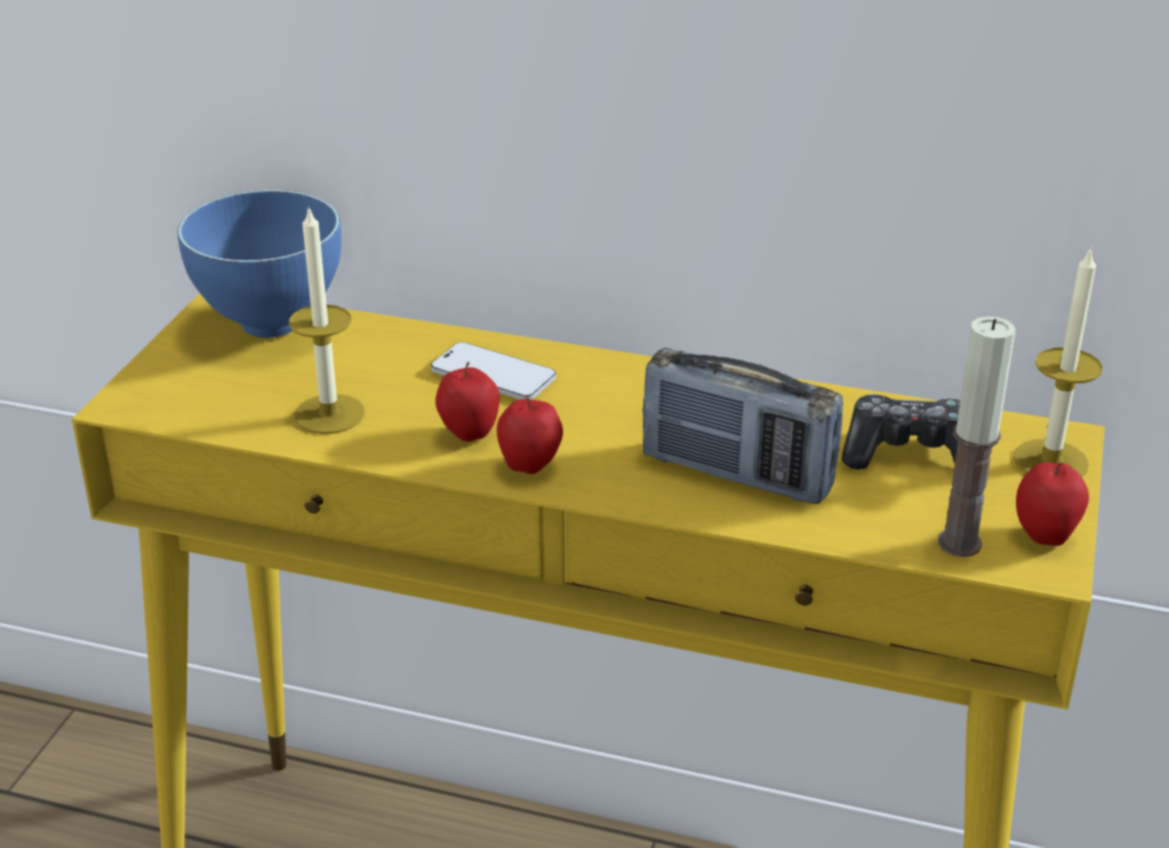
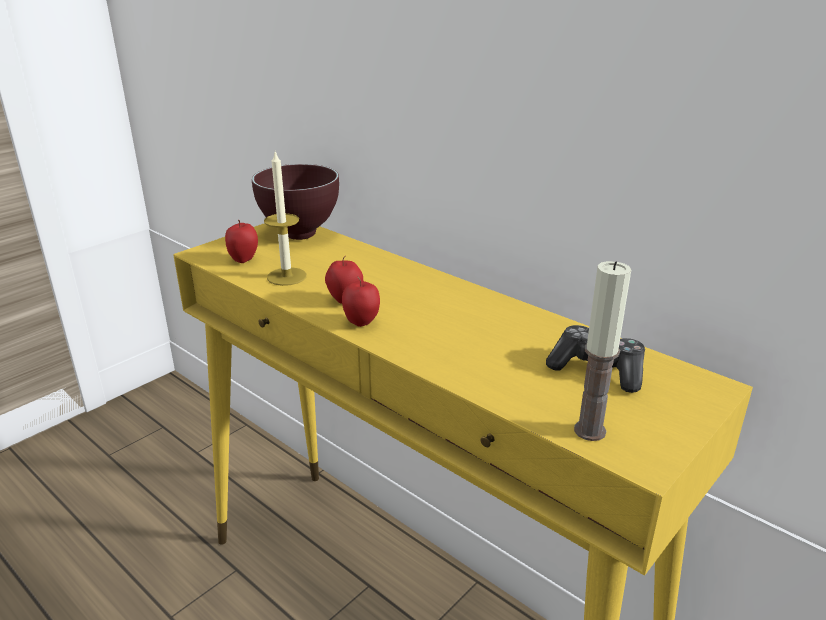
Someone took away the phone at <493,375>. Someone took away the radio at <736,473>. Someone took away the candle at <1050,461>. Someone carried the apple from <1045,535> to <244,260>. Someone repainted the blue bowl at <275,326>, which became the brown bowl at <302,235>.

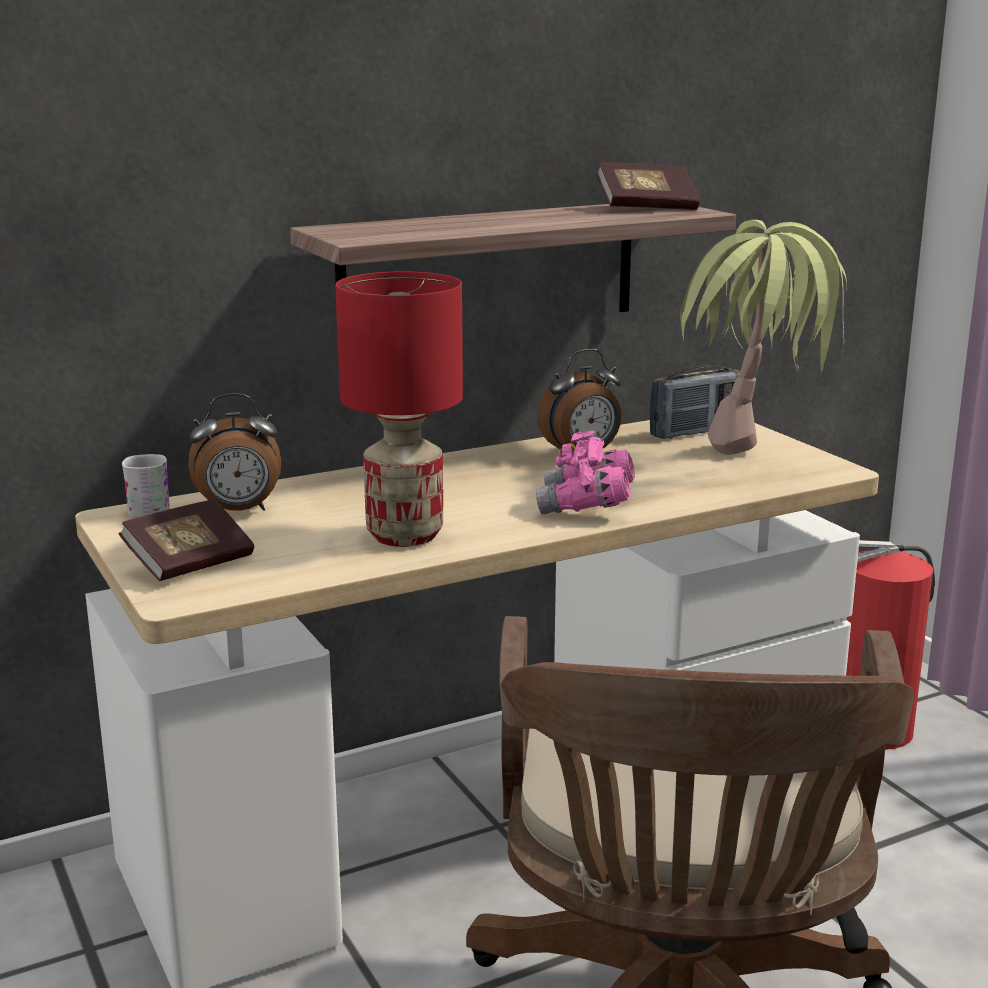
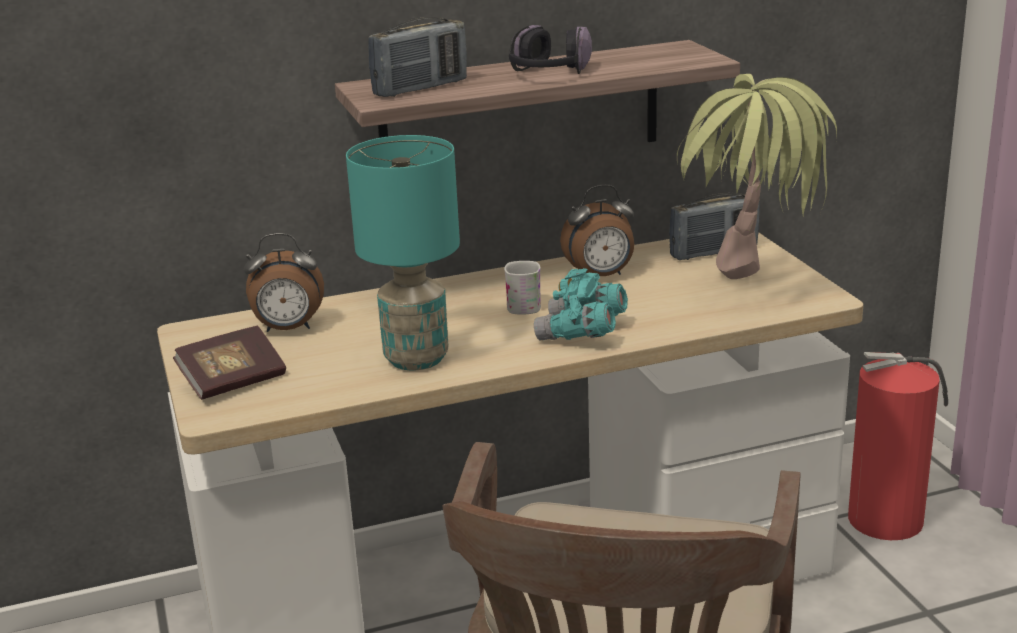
Someone took away the book at <646,208>. Someone put down the radio at <420,88>. Someone put down the headphones at <548,73>. Someone carried the white mug from <149,508> to <523,305>. Someone repainted the red table lamp at <404,535>, which became the turquoise table lamp at <416,358>. Someone repainted the pink binoculars at <586,507>, which became the turquoise binoculars at <582,334>.

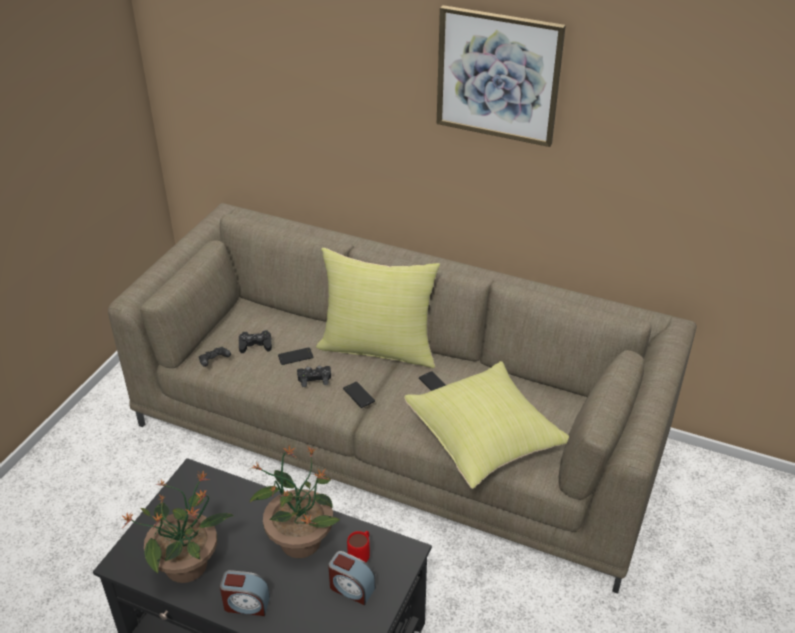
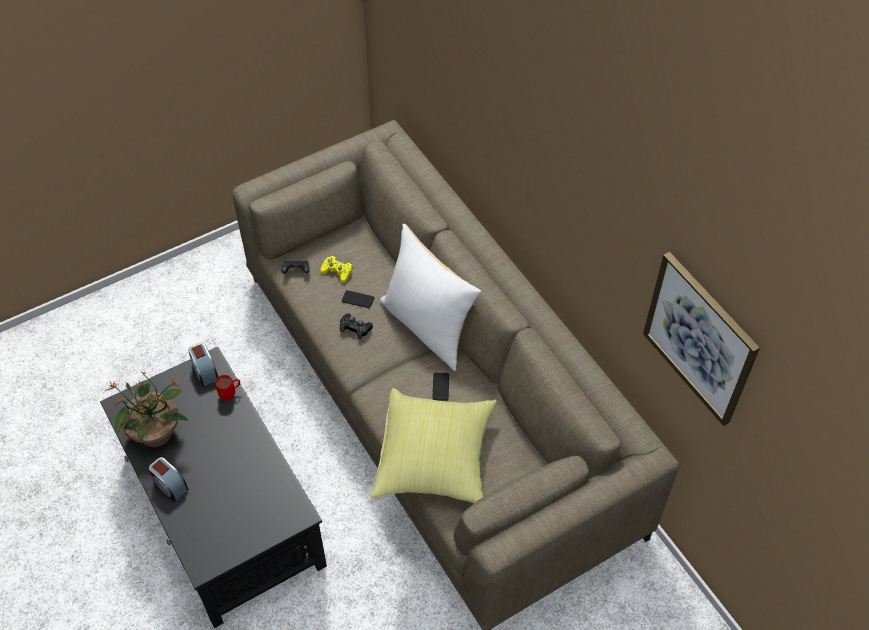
Someone took away the potted plant at <300,540>. Someone took away the phone at <358,395>. Someone carried the alarm clock from <351,588> to <205,371>. Someone carried the red mug from <361,556> to <231,394>. Someone carried the picture from <498,75> to <700,338>. Someone repainted the black game controller at <255,345>, which became the yellow game controller at <337,271>. Someone repainted the yellow pillow at <378,348>, which became the white pillow at <428,326>.

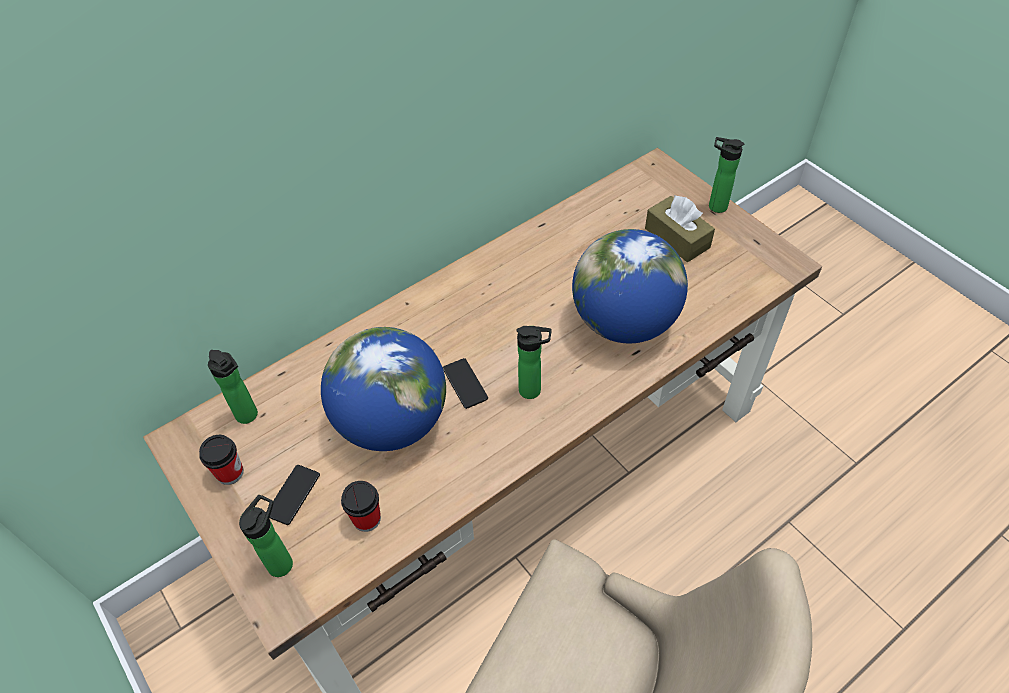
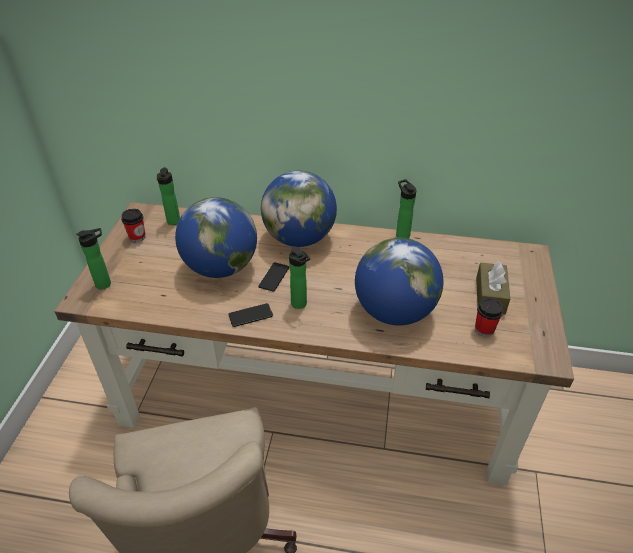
Someone put down the globe at <299,238>. Someone carried the phone from <293,495> to <250,315>. Someone carried the cup from <367,519> to <484,329>. Someone carried the bottle from <714,206> to <401,235>.

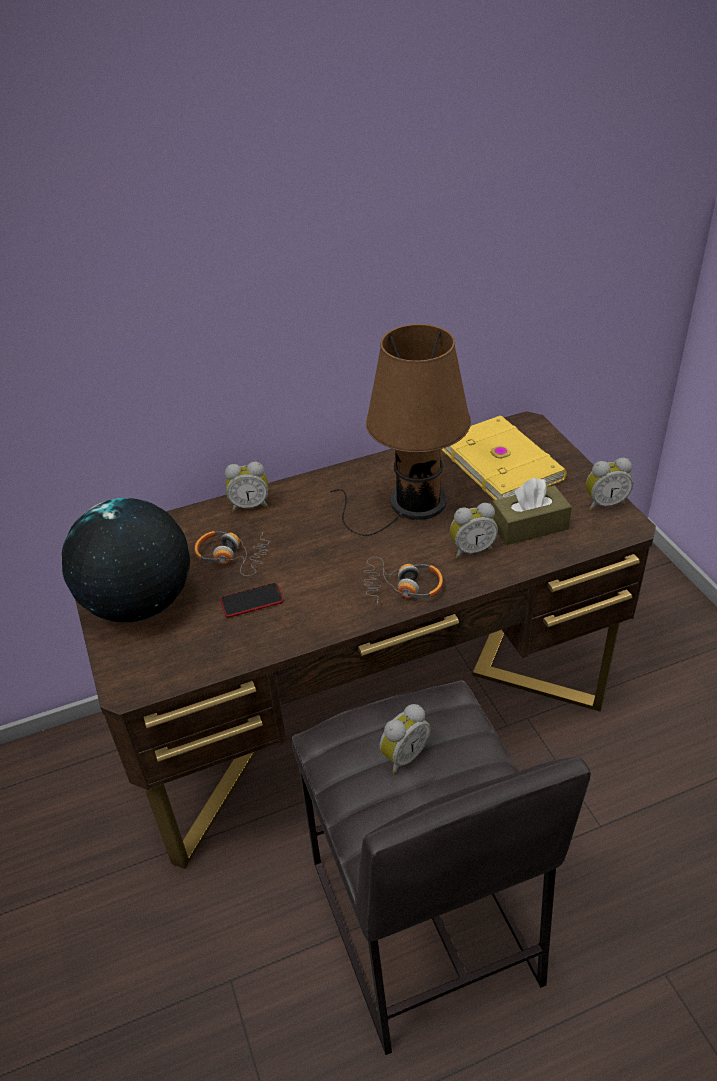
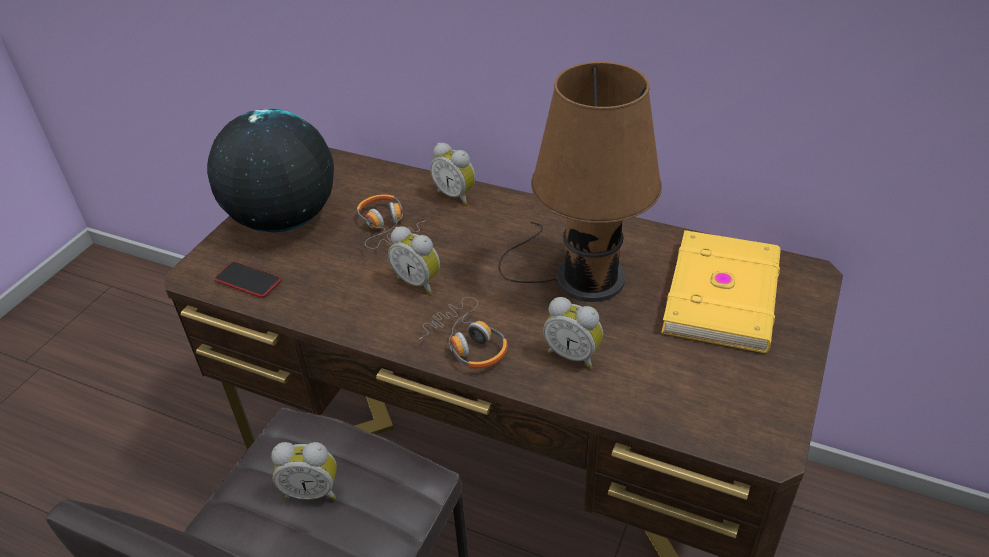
Someone took away the brown tissue box at <529,526>. Someone carried the phone from <252,601> to <248,280>. Someone carried the alarm clock from <604,503> to <419,281>.

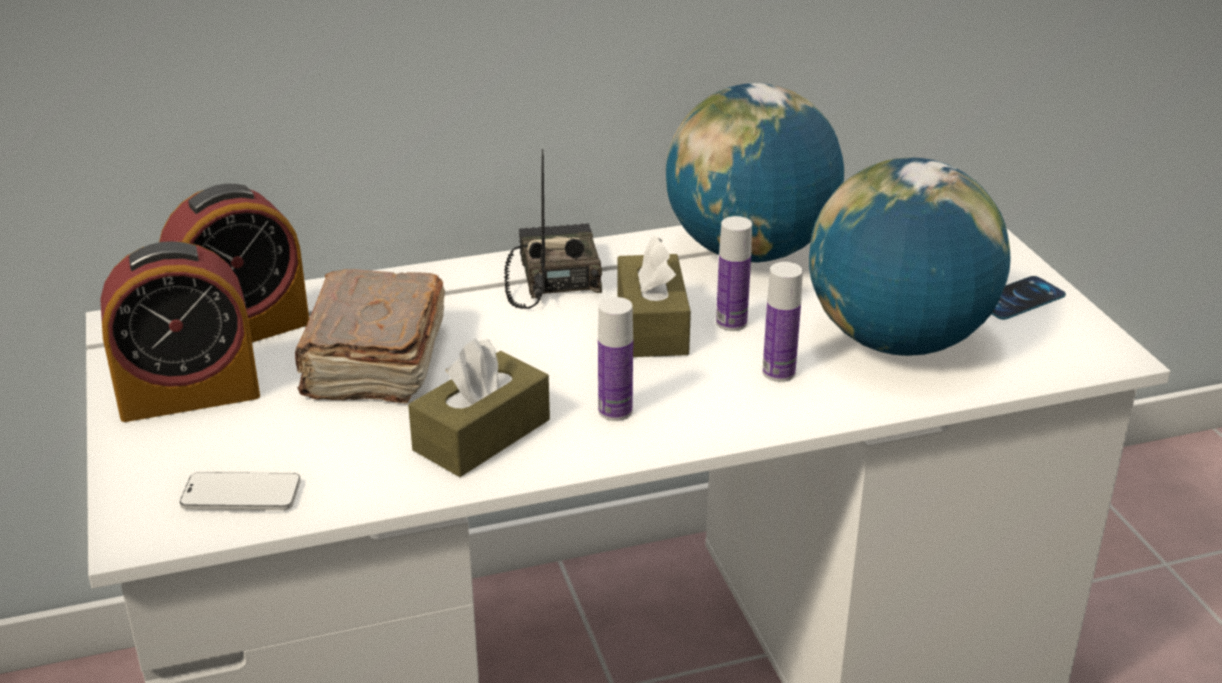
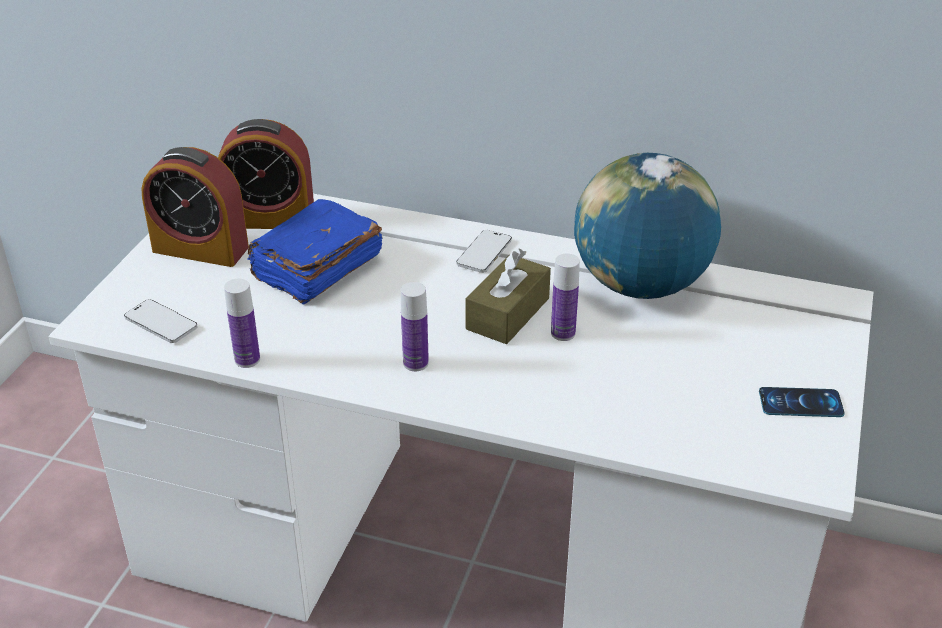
Someone took away the brown tissue box at <482,435>. Someone took away the globe at <897,340>. Someone carried the bottle from <778,372> to <247,359>. Someone swapped the radio at <551,278> for the phone at <484,253>. Someone repainted the brown book at <373,362>, which became the blue book at <315,269>.

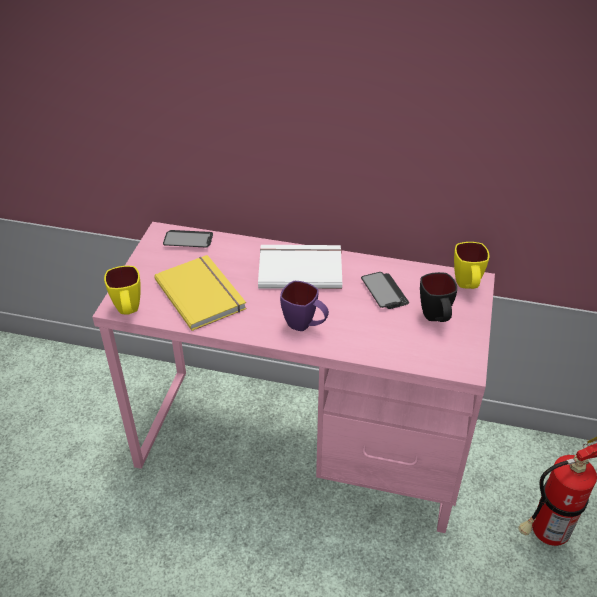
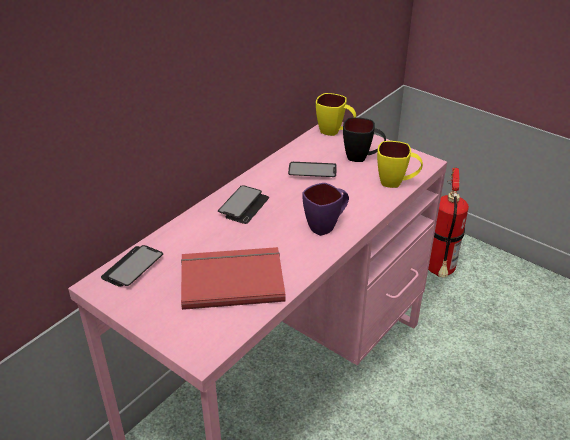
Someone carried the yellow mug from <128,311> to <397,183>. Someone swapped the white book at <300,268> for the phone at <244,206>. Someone repainted the yellow book at <202,293>, which became the red book at <231,279>.

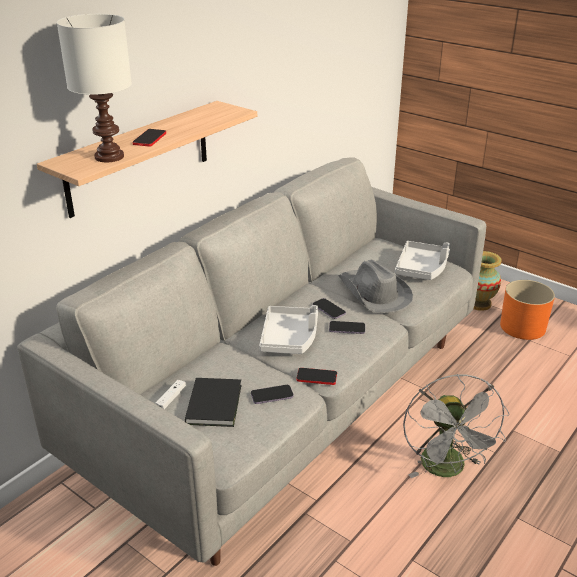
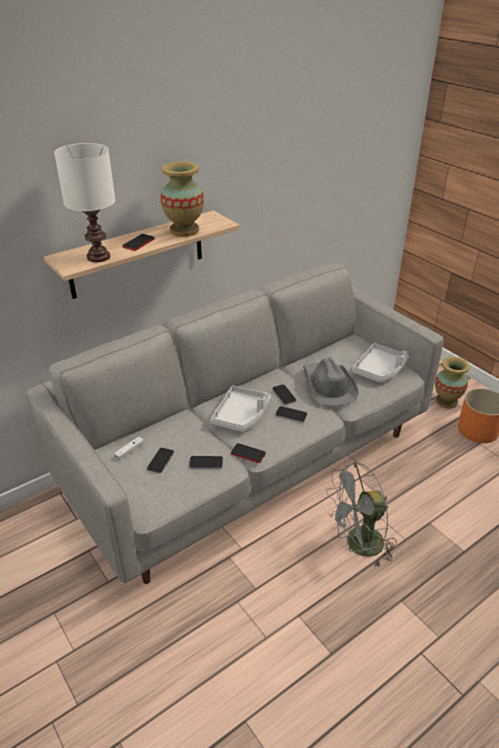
Someone put down the vase at <184,230>. Someone swapped the black book at <215,403> for the phone at <160,461>. Someone rotated the grey fan at <447,470> by 60 degrees clockwise.

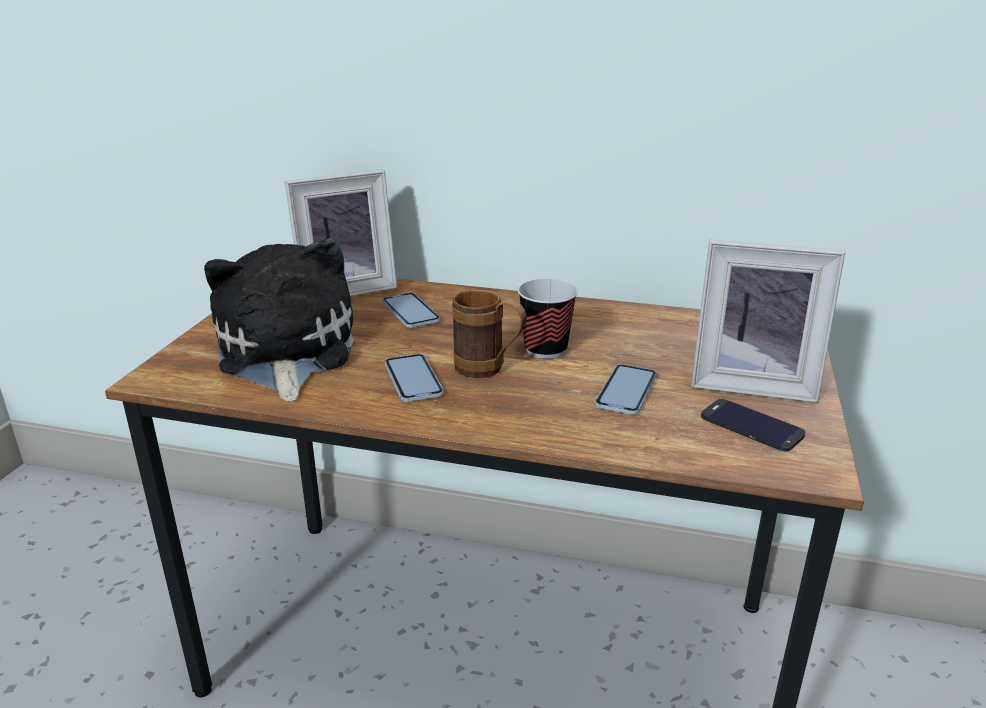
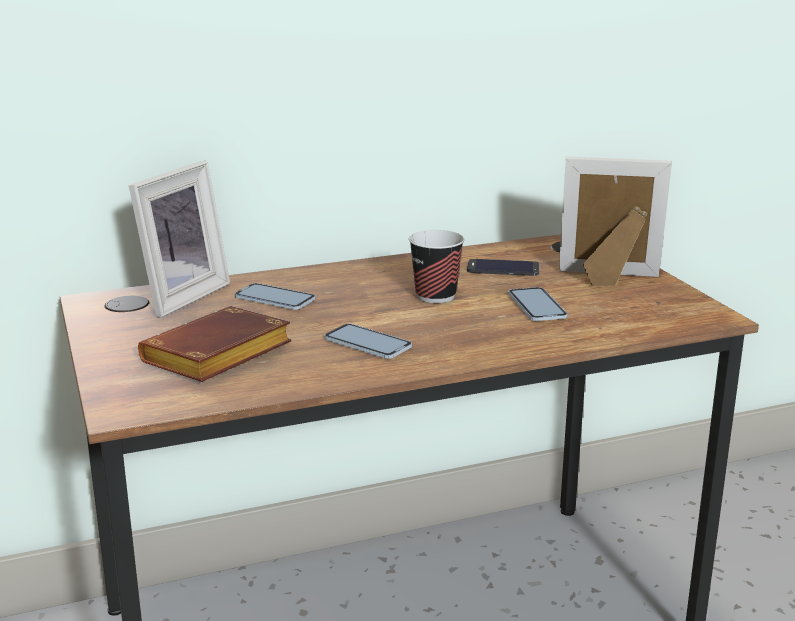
Someone took away the brown mug at <489,370>. Someone carried the phone from <751,425> to <503,268>. Someone swapped the plush toy at <284,353> for the brown book at <216,357>. Someone rotated the picture frame at <752,383> by 150 degrees counterclockwise.

